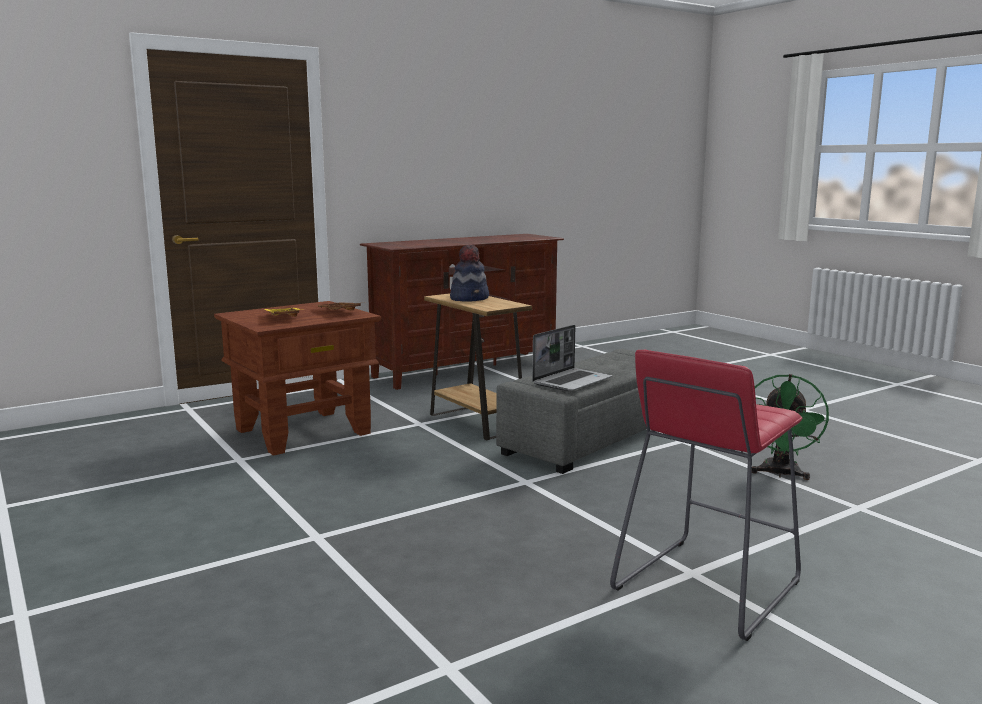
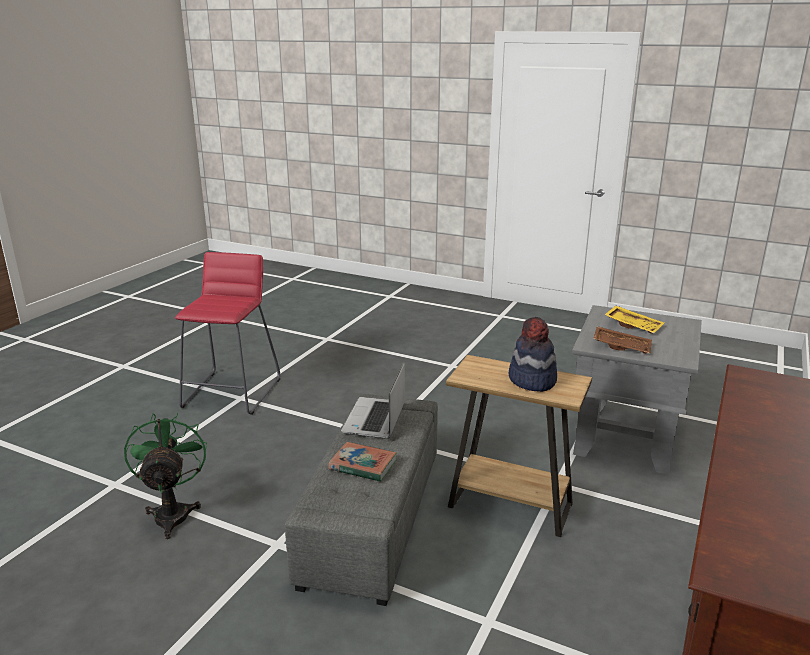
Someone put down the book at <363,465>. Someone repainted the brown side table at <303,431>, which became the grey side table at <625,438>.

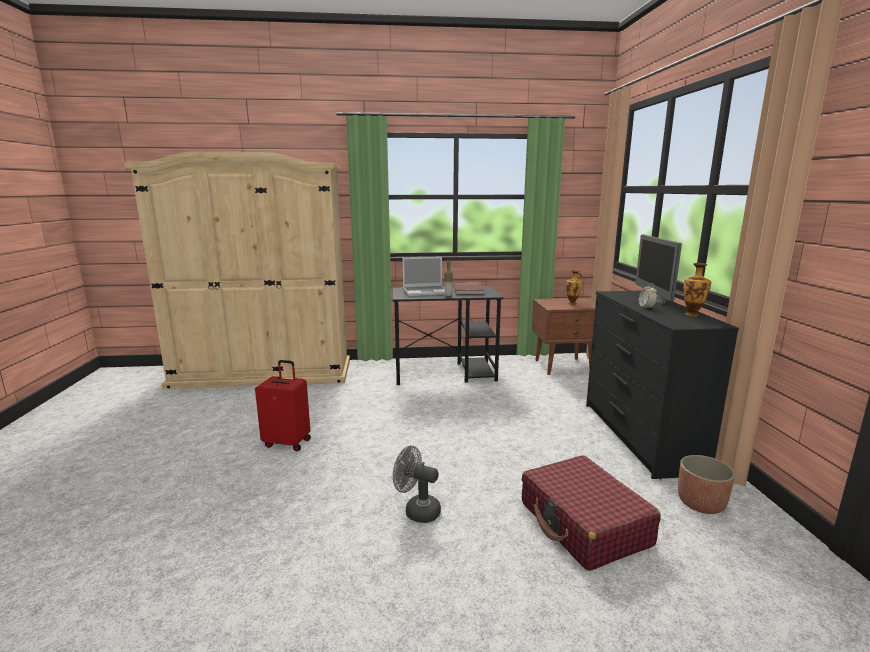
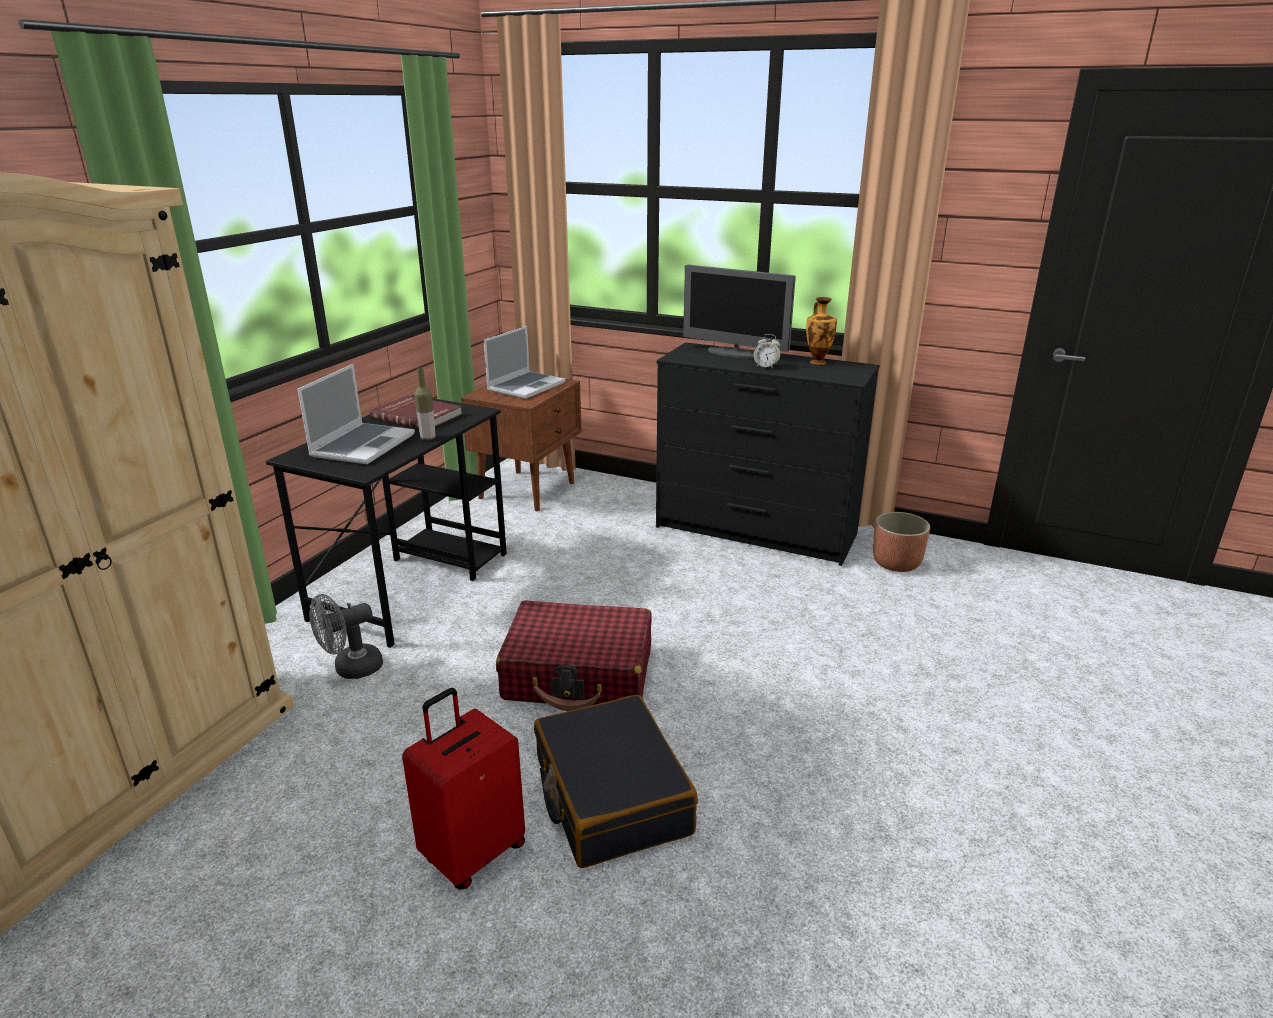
Someone put down the black suitcase at <611,796>. Someone carried the grey fan from <417,510> to <351,669>. Someone carried the red suitcase from <584,524> to <579,674>. Someone swapped the vase at <572,303> for the laptop at <526,386>.

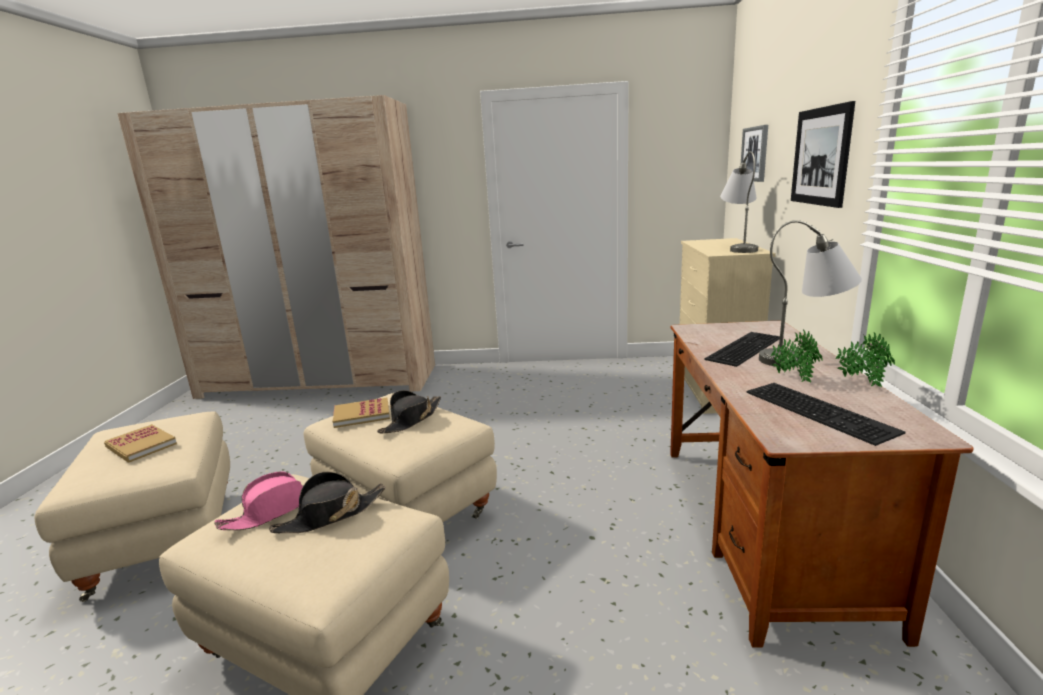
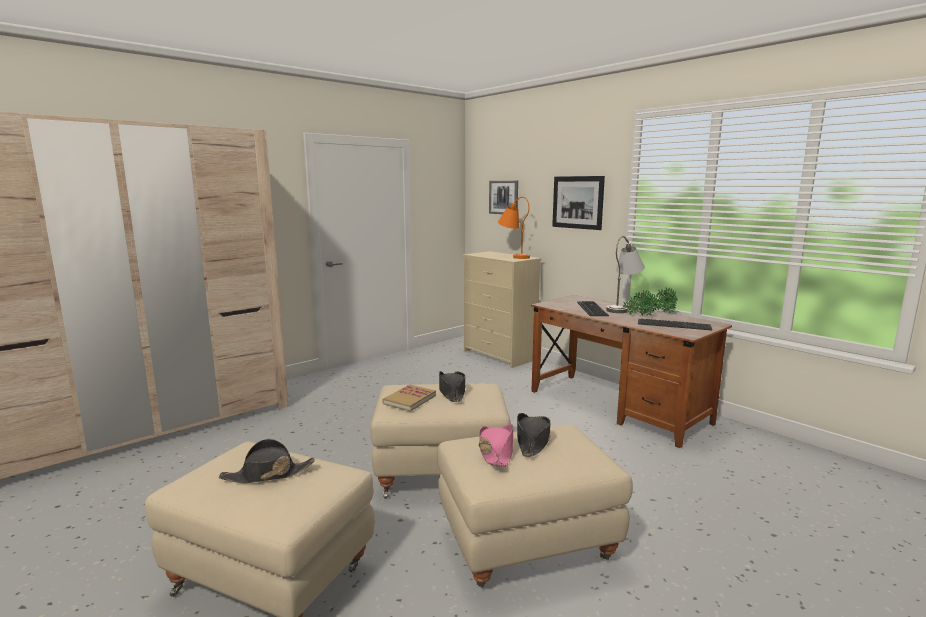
Someone swapped the book at <141,445> for the black hat at <267,474>. Someone repainted the grey table lamp at <739,248>, which became the orange table lamp at <513,256>.

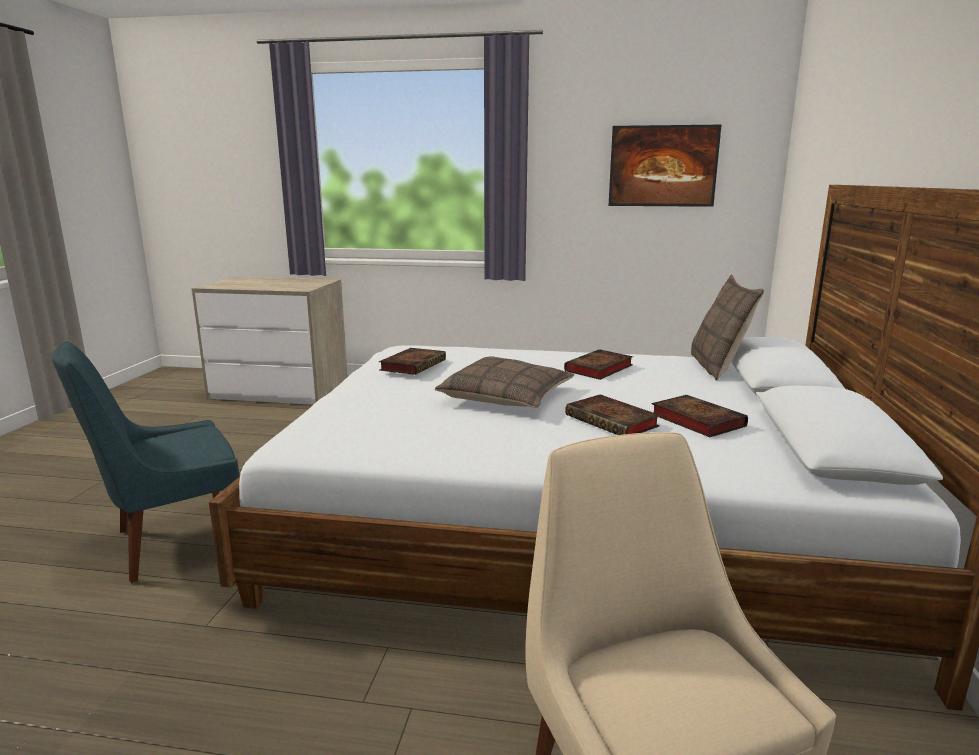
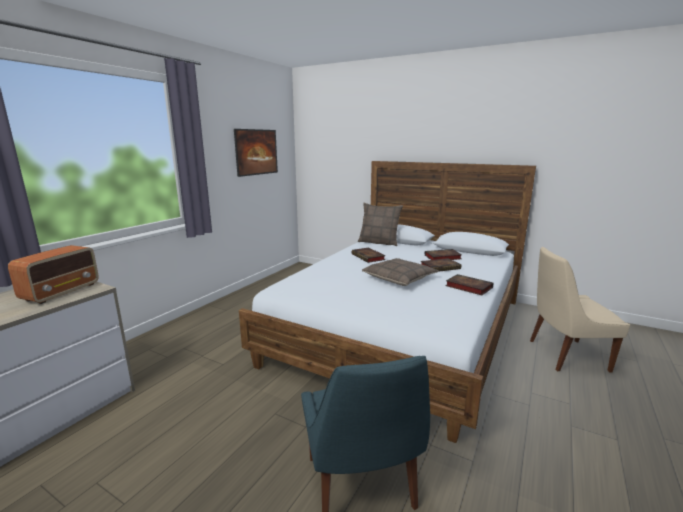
Someone put down the radio at <62,292>. Someone carried the book from <413,365> to <467,287>.

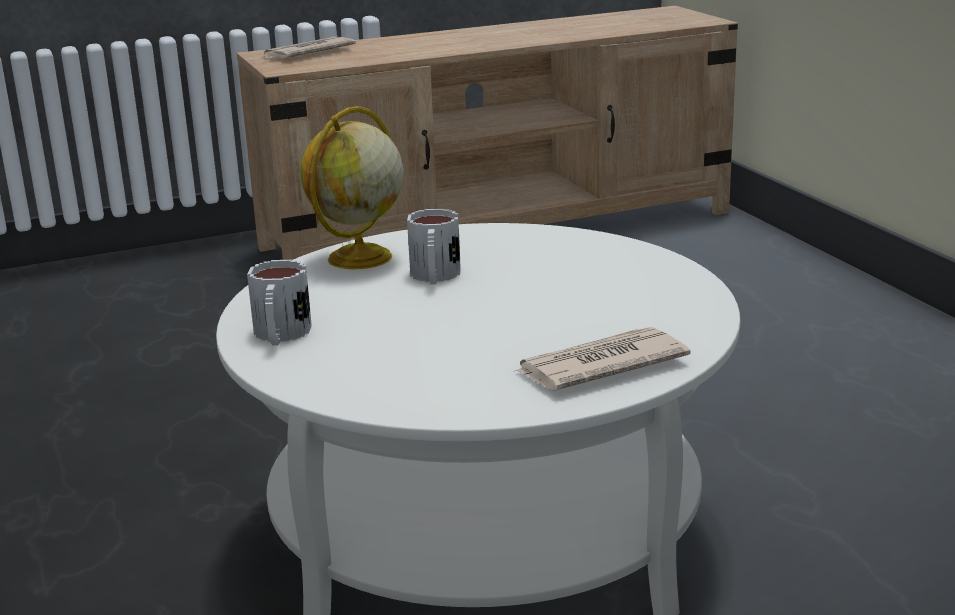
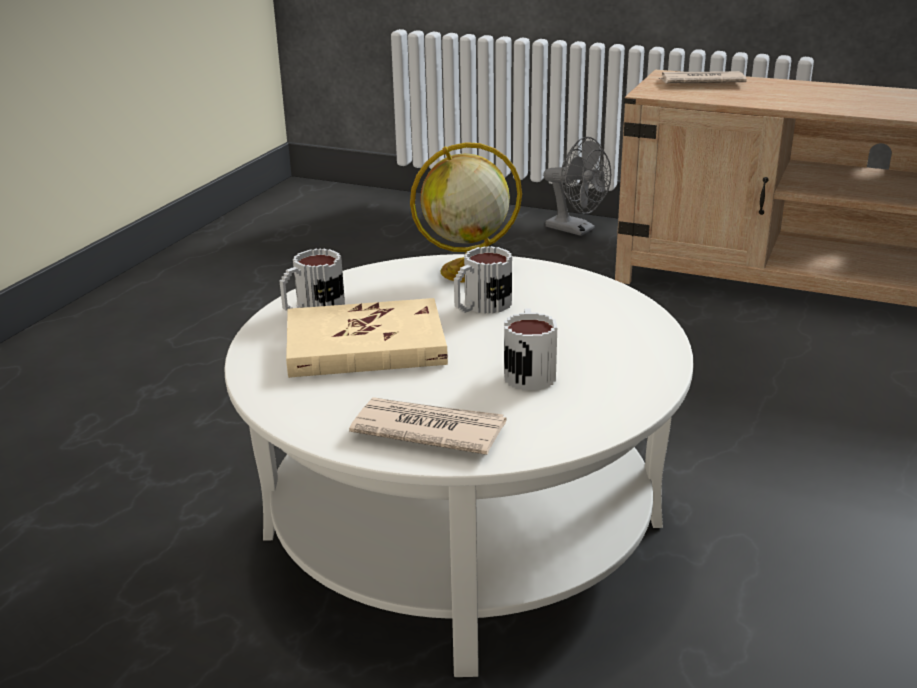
Someone put down the beige book at <365,345>. Someone put down the mug at <528,371>. Someone put down the grey fan at <576,230>.

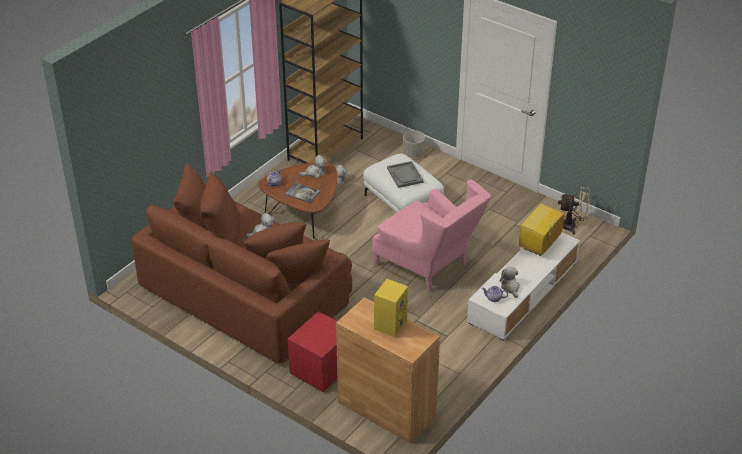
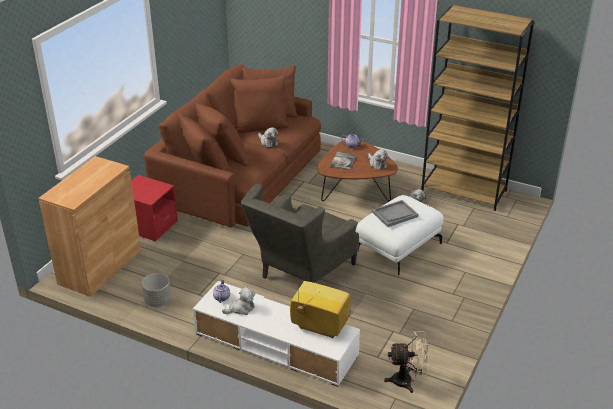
Someone took away the yellow speaker at <390,324>. Someone carried the grey planter from <413,153> to <158,301>. Someone repainted the pink armchair at <429,266>, which became the grey armchair at <301,274>. Someone rotated the beige fan at <572,226> by 90 degrees counterclockwise.

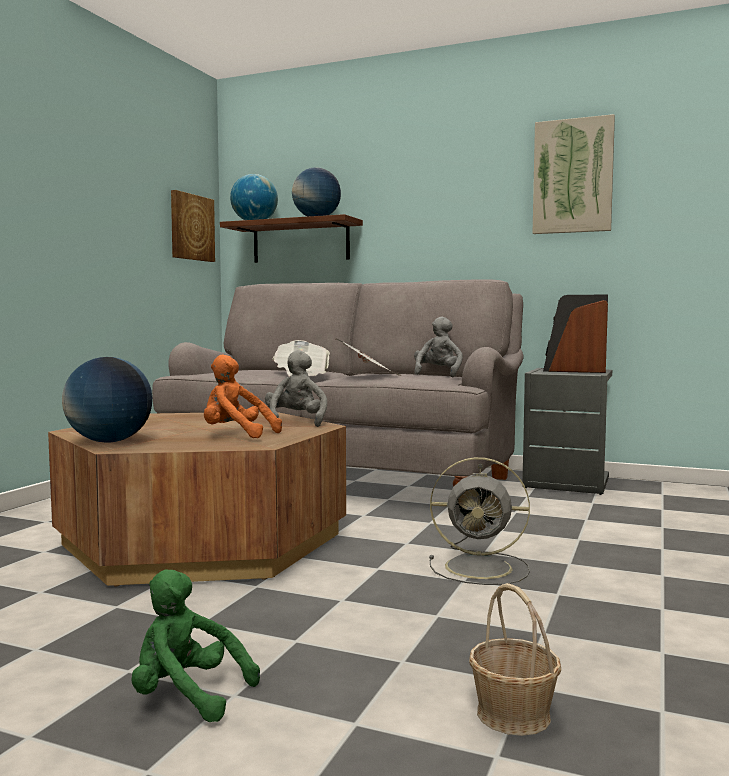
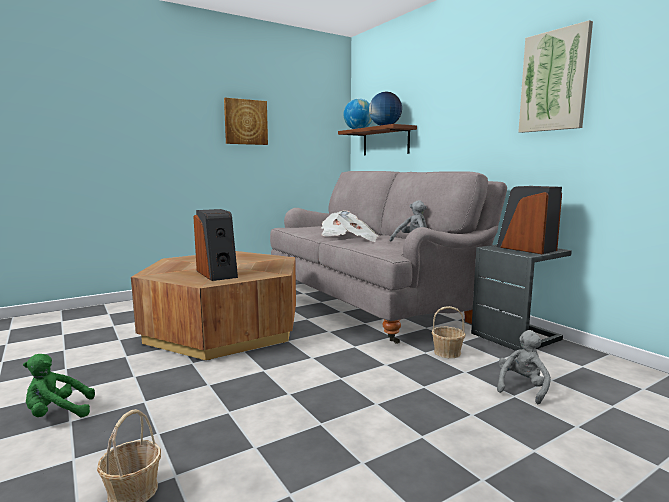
Someone took away the globe at <109,441>. Someone took away the grey fan at <481,568>. Someone put down the basket at <447,352>. Someone carried the picture from <191,227> to <245,122>. Someone carried the grey plush toy from <296,422> to <522,388>. Someone swapped the orange plush toy at <236,435> for the speaker at <218,274>. Someone rotated the green plush toy at <187,696> by 75 degrees counterclockwise.

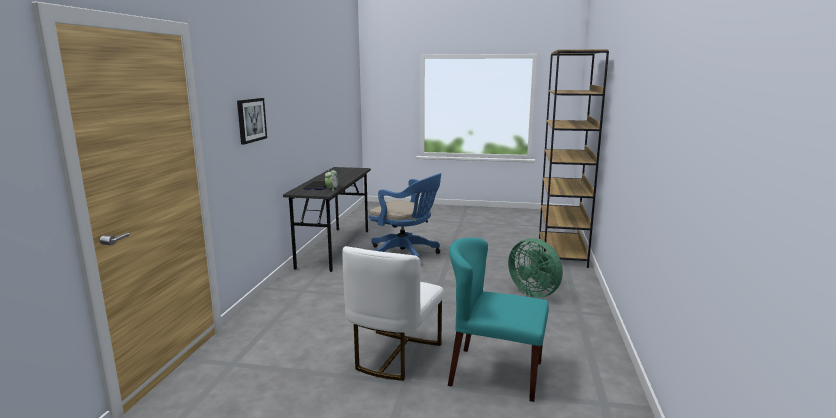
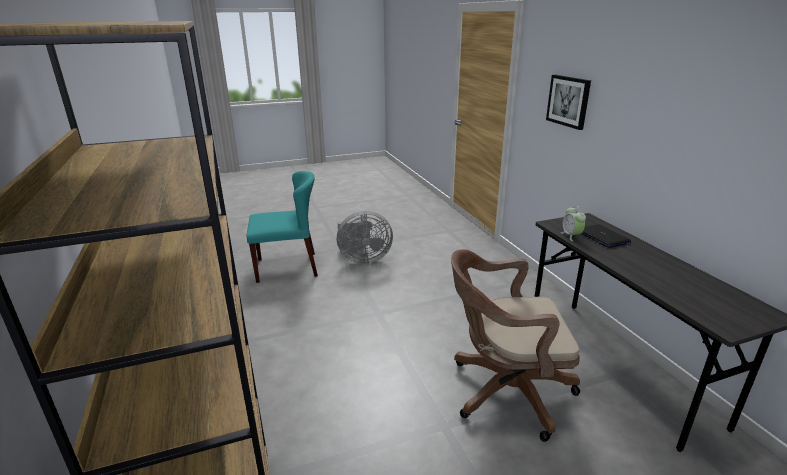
Someone took away the green fan at <535,292>. Someone swapped the white chair at <394,355> for the grey fan at <363,259>. Someone repainted the blue office chair at <406,254>, which became the brown office chair at <504,391>.

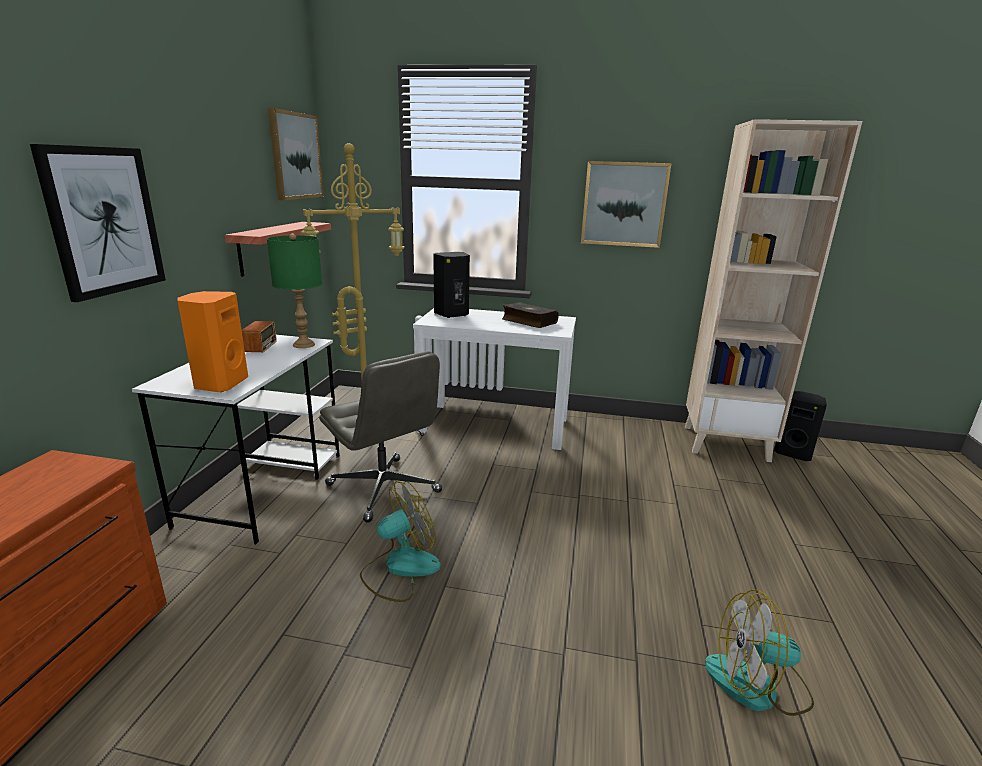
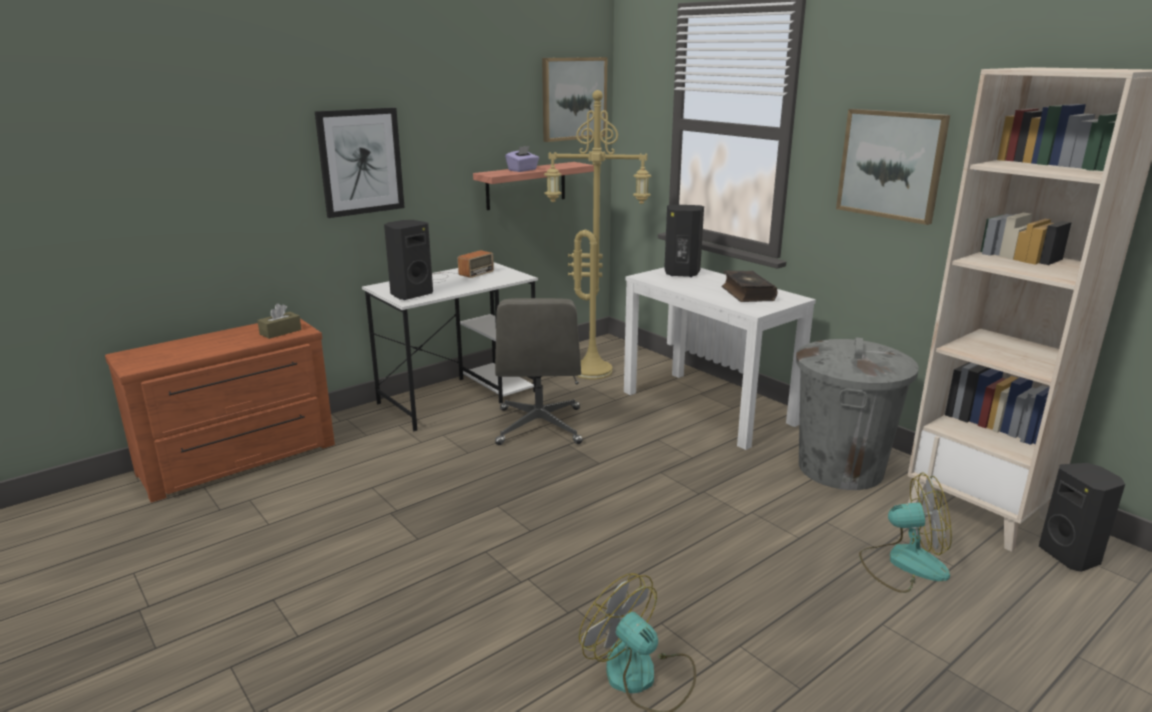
Someone took away the green table lamp at <303,344>. Someone put down the brown tissue box at <280,332>. Someone put down the purple tissue box at <522,170>. Someone put down the grey trash can at <840,468>. Someone carried the fan from <400,568> to <903,563>. Someone repainted the orange speaker at <219,384>, which became the black speaker at <410,294>.

